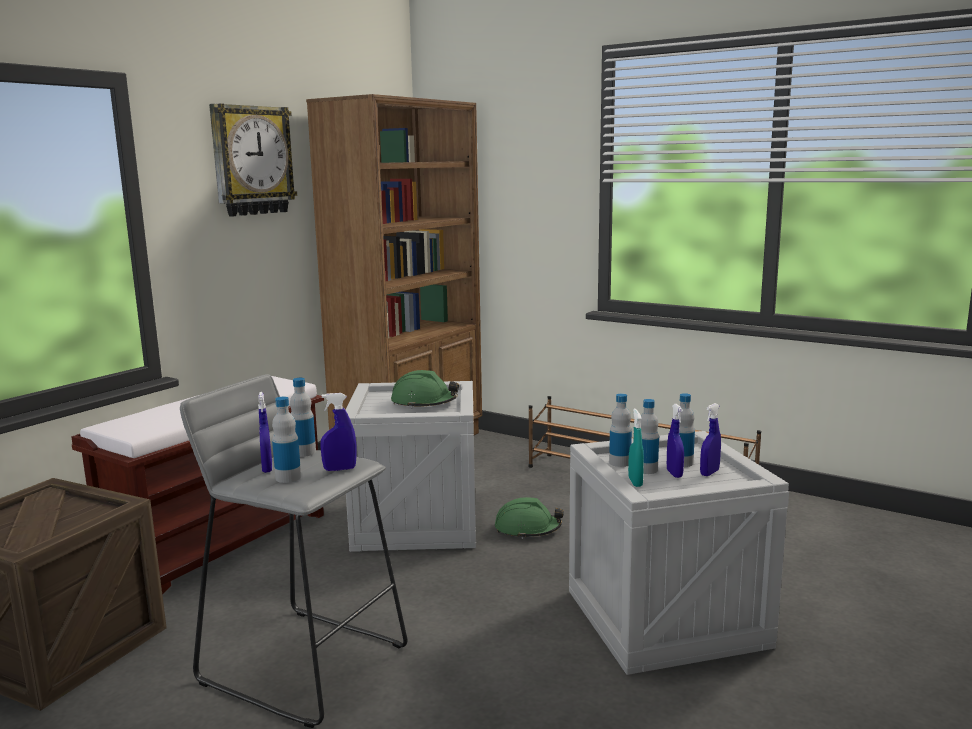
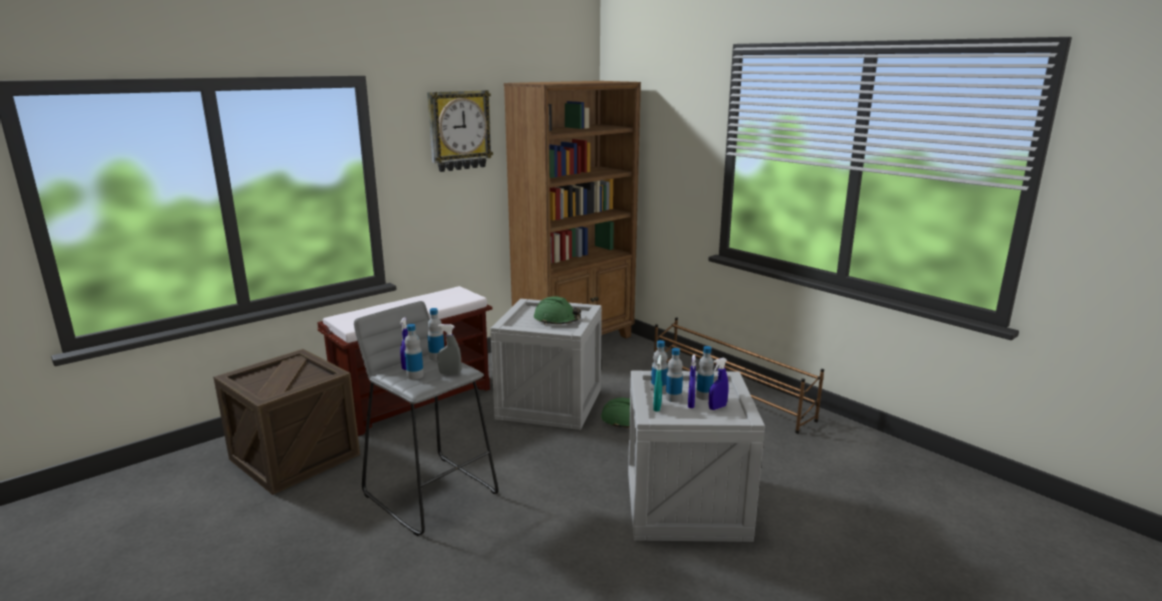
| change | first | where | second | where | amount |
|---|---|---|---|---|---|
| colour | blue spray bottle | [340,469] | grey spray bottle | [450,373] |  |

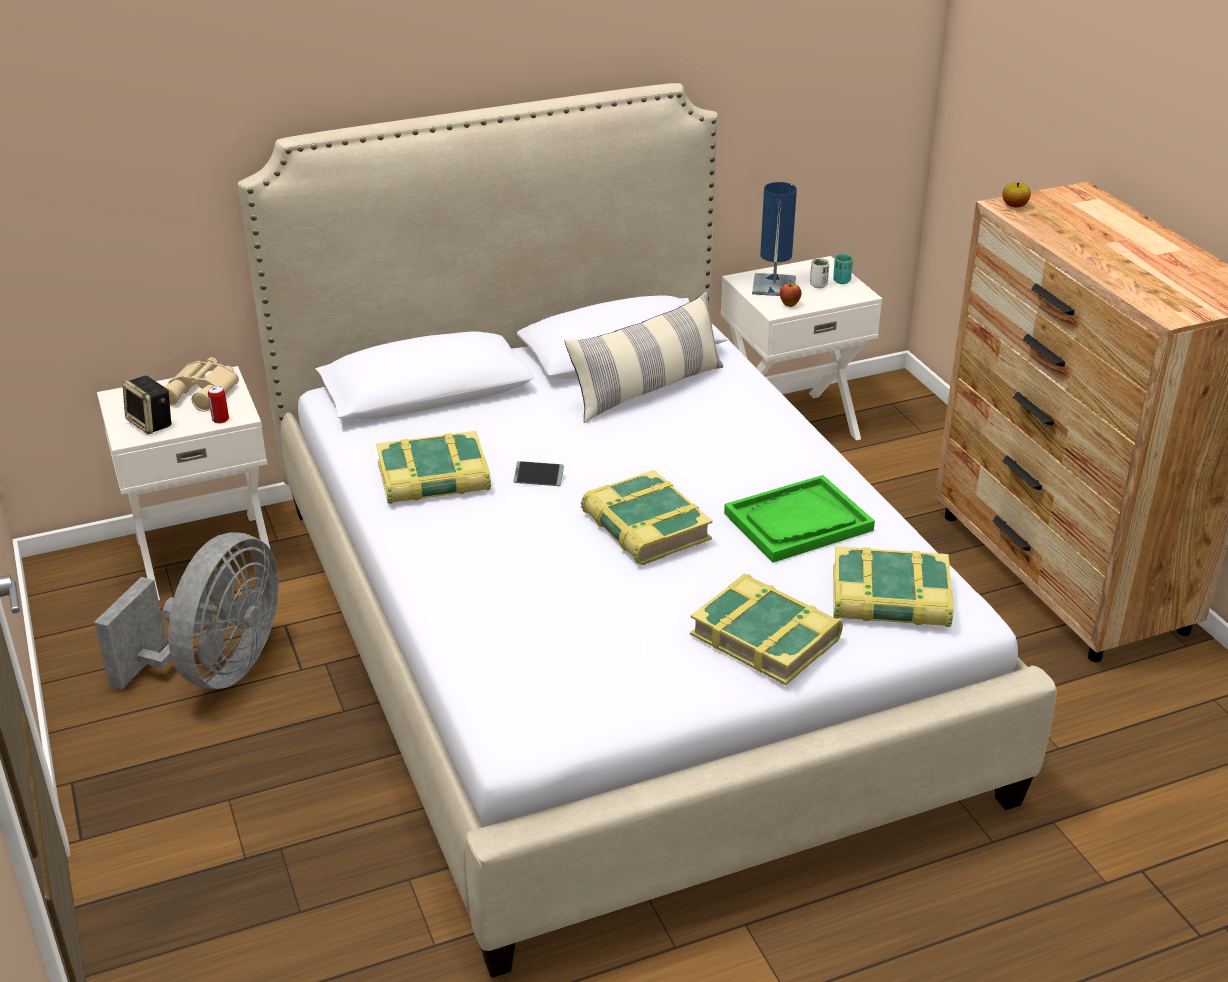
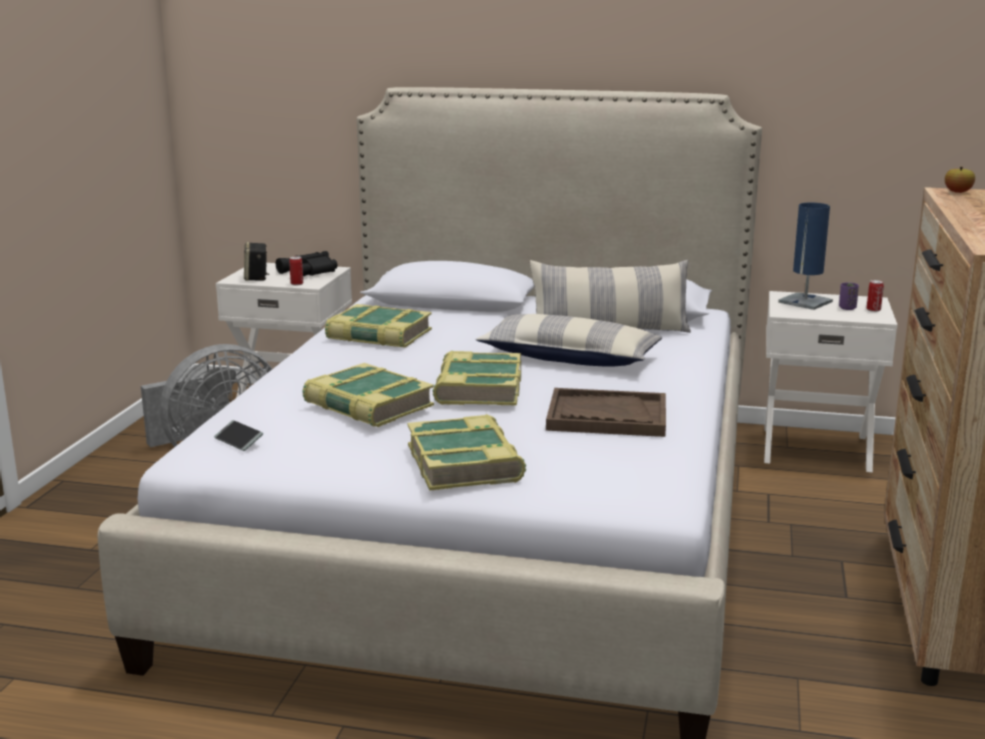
| change | first | where | second | where | amount |
|---|---|---|---|---|---|
| relocated | phone | [538,478] |  | [238,441] |  |
| colour | beige binoculars | [203,392] | black binoculars | [309,272] |  |
| relocated | book | [890,599] |  | [367,406] |  |
| appeared |  |  | pillow | [569,358] |  |
| colour | green tray | [798,522] | brown tray | [606,416] |  |
| colour | white cup | [818,285] | purple cup | [847,308] |  |
| exchanged | turquoise cup | [841,281] | can | [873,310] |  |
| missing | apple | [789,305] |  |  |  |

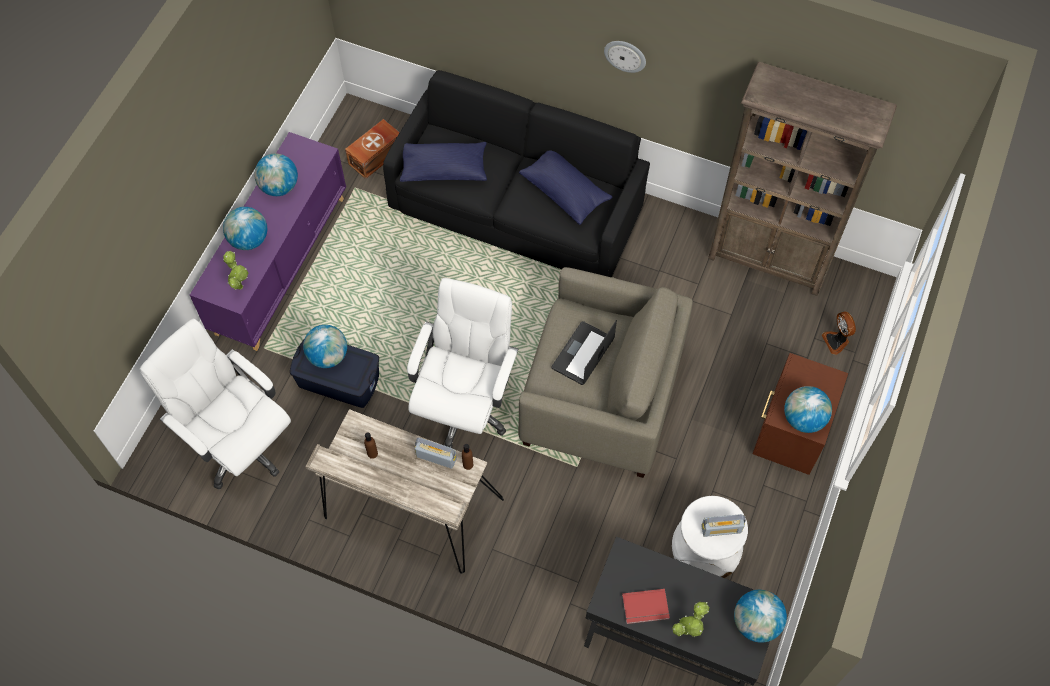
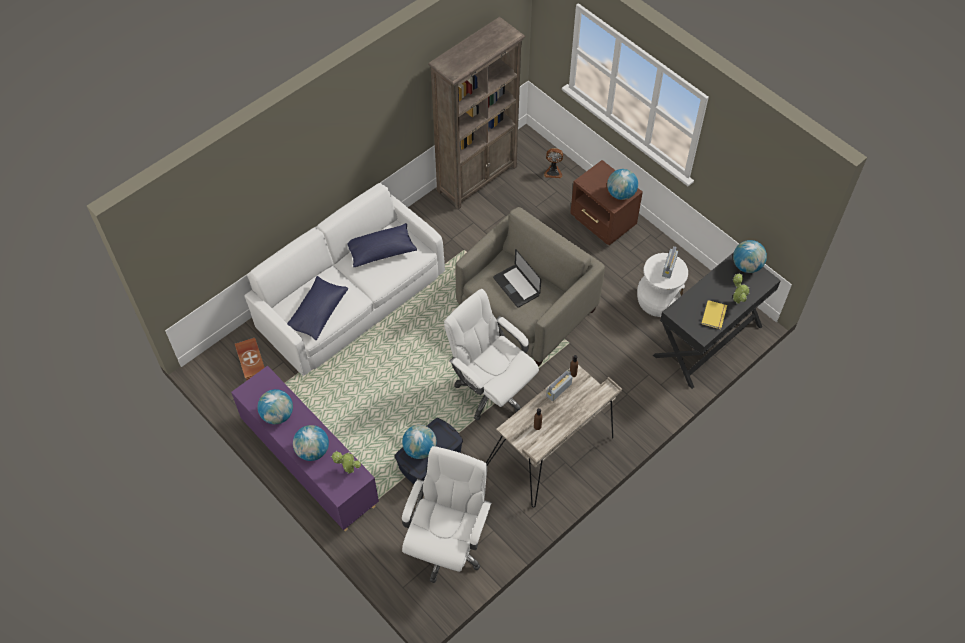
| change | first | where | second | where | amount |
|---|---|---|---|---|---|
| colour | black sofa | [517,203] | white sofa | [350,296] |  |
| spun | white office chair | [239,444] |  | [447,544] | 135 degrees clockwise |
| colour | red book | [646,608] | yellow book | [715,315] |  |
| missing | wall clock | [625,55] |  |  |  |

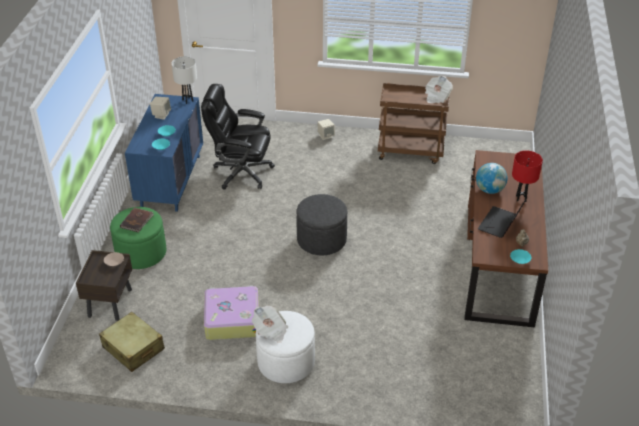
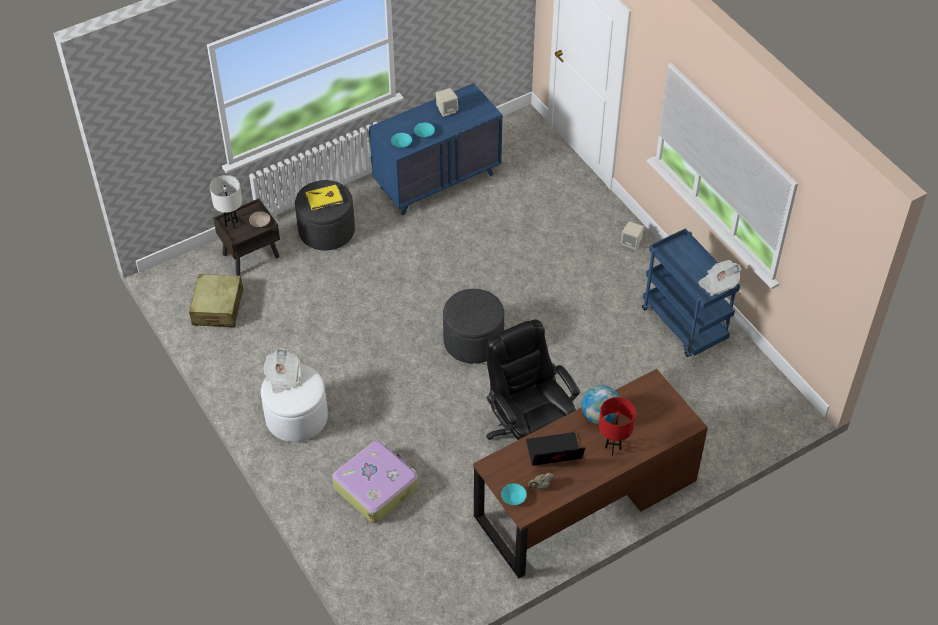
| change | first | where | second | where | amount |
|---|---|---|---|---|---|
| relocated | white table lamp | [187,100] |  | [231,224] |  |
| colour | green ottoman | [141,253] | grey ottoman | [326,231] |  |
| colour | brown book | [137,221] | yellow book | [324,199] |  |
| relocated | suitcase | [232,319] |  | [376,487] |  |
| relocated | black office chair | [241,172] |  | [529,433] |  |
| colour | brown cart | [411,151] | blue cart | [685,325] |  |

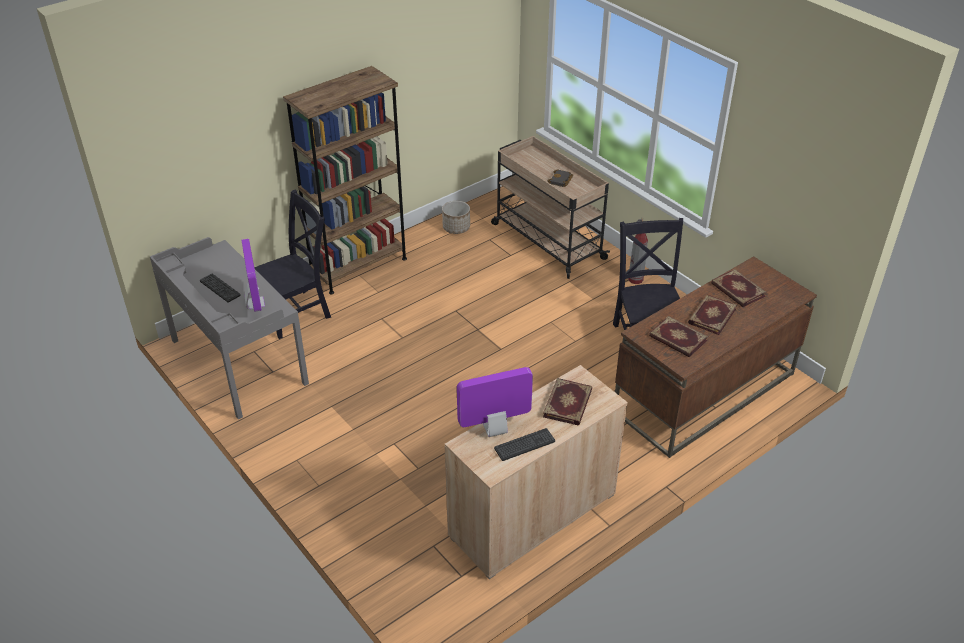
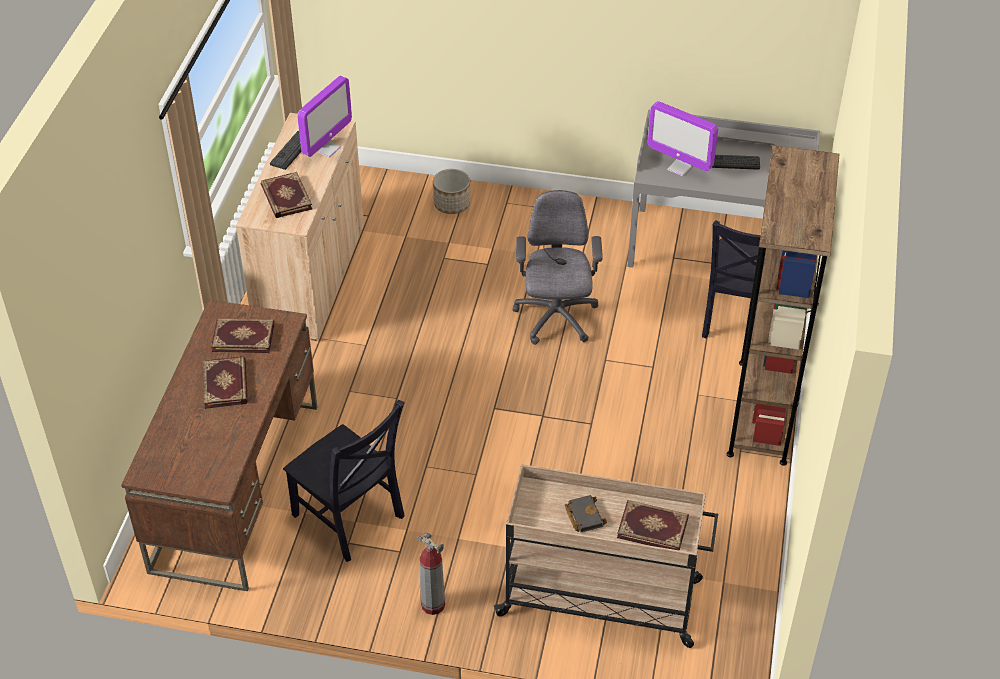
| change | first | where | second | where | amount |
|---|---|---|---|---|---|
| relocated | planter | [456,227] |  | [452,204] |  |
| appeared |  |  | grey office chair | [555,318] |  |
| relocated | book | [737,290] |  | [653,527] |  |

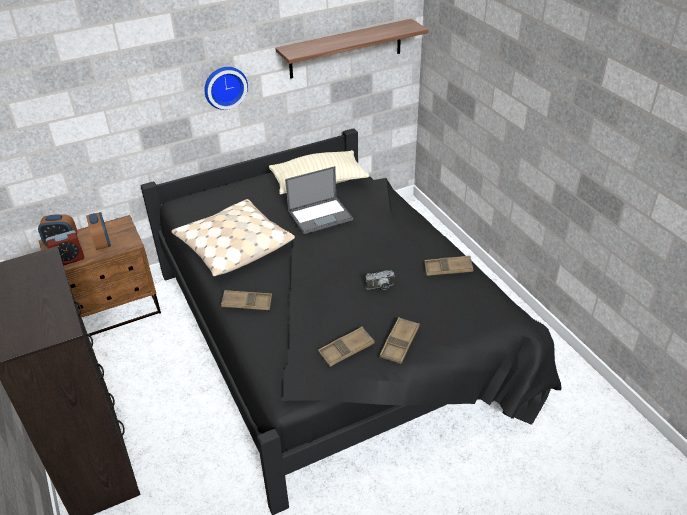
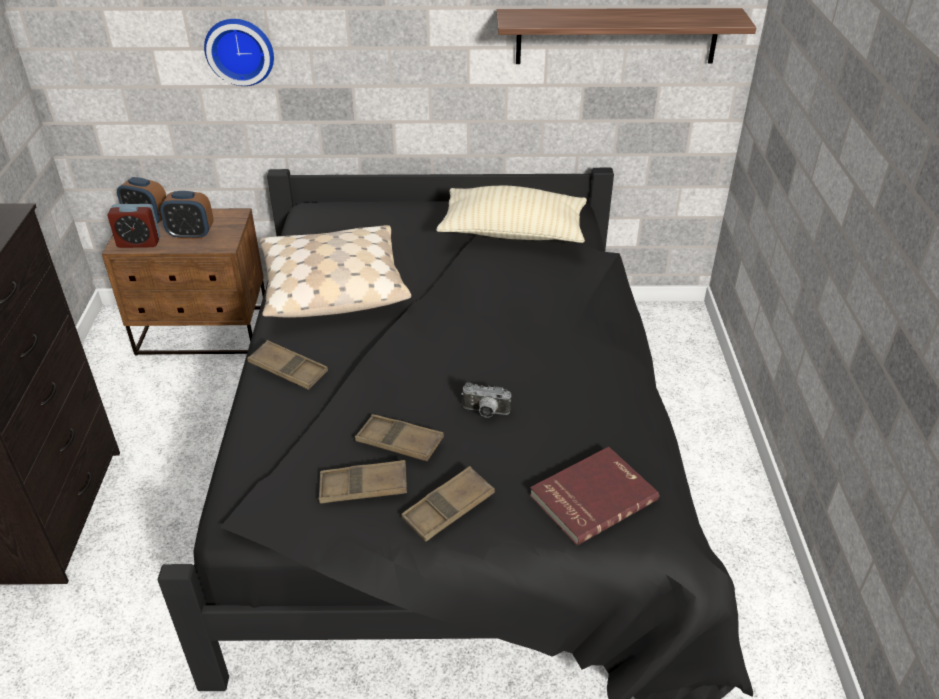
| change | first | where | second | where | amount |
|---|---|---|---|---|---|
| spun | alarm clock | [102,243] |  | [191,234] | 90 degrees clockwise |
| relocated | wall clock | [224,86] |  | [240,50] |  |
| relocated | brown tray | [448,269] |  | [399,442] |  |
| appeared |  |  | red book | [591,496] |  |
| missing | laptop | [320,215] |  |  |  |

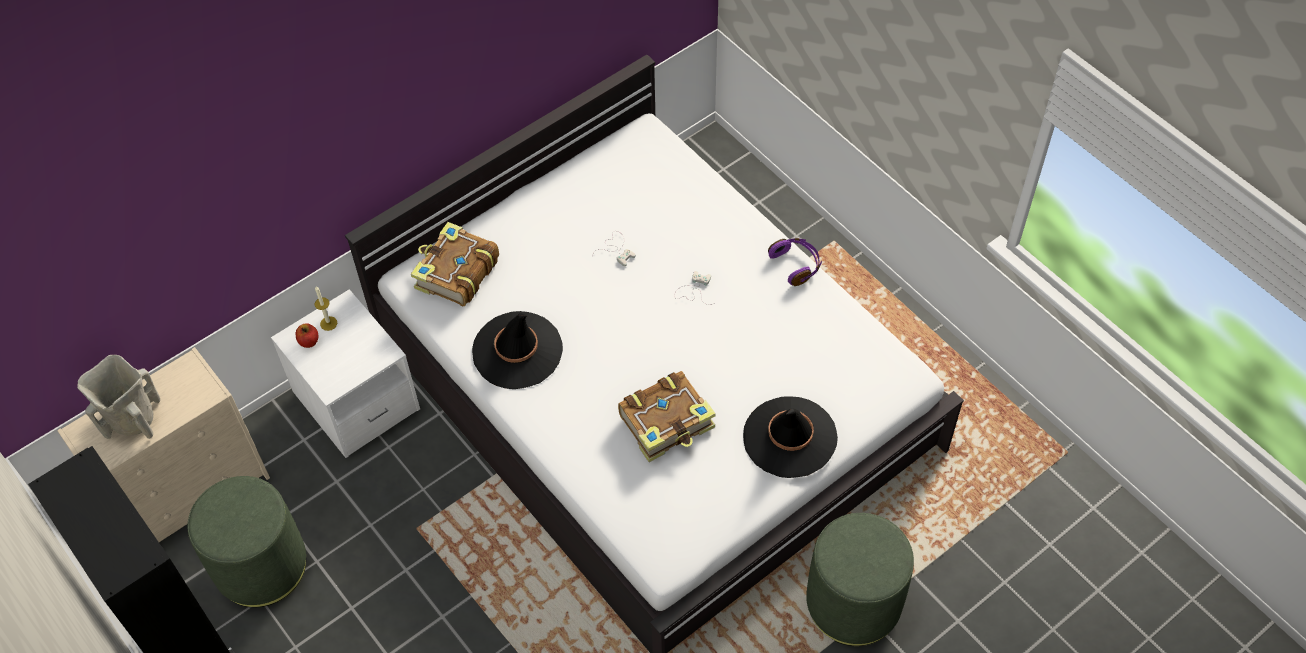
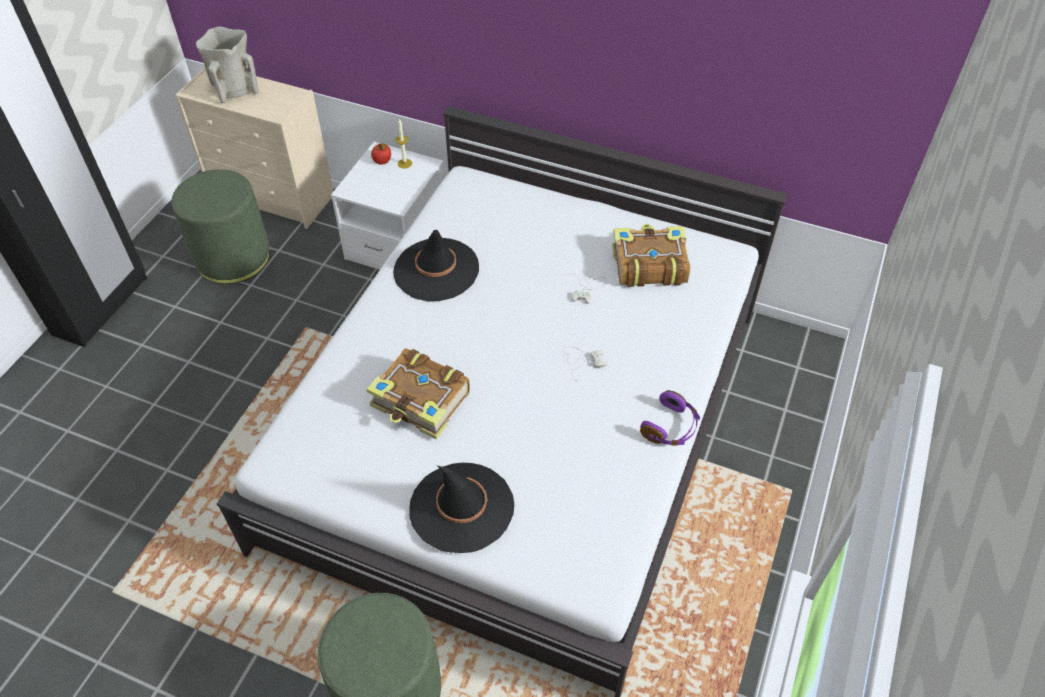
| change | first | where | second | where | amount |
|---|---|---|---|---|---|
| relocated | book | [456,273] |  | [648,265] |  |

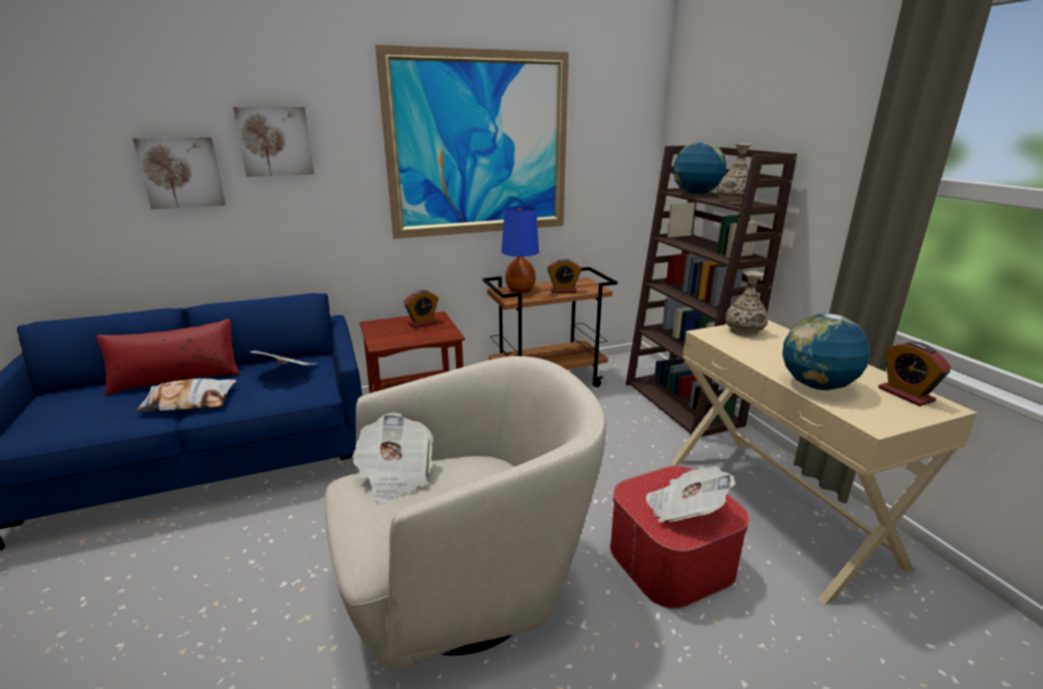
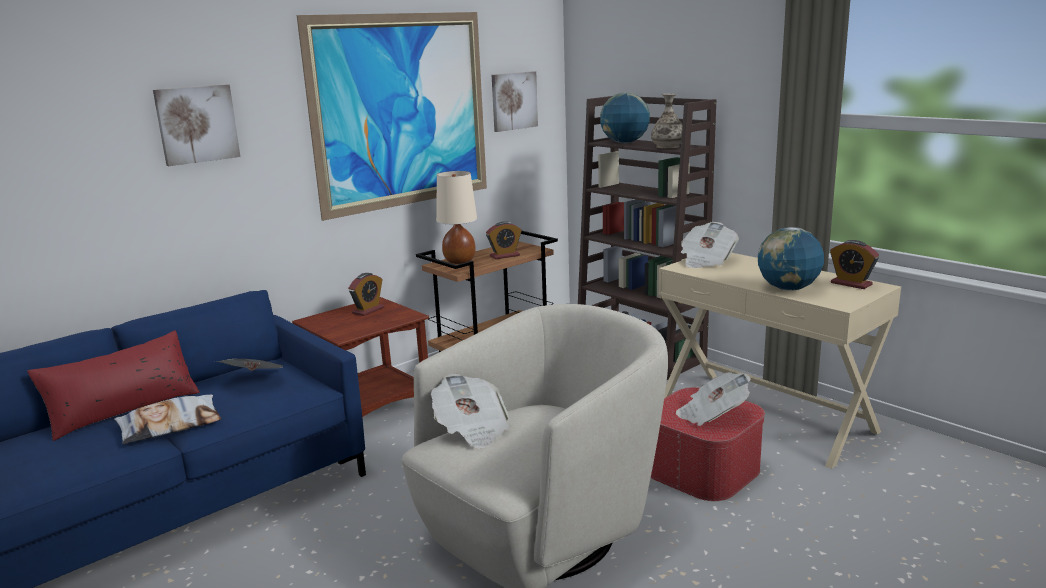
| change | first | where | second | where | amount |
|---|---|---|---|---|---|
| colour | blue table lamp | [520,290] | beige table lamp | [459,261] |  |
| relocated | picture | [181,172] |  | [513,101] |  |
| exchanged | vase | [744,331] | newspaper | [706,261] |  |

